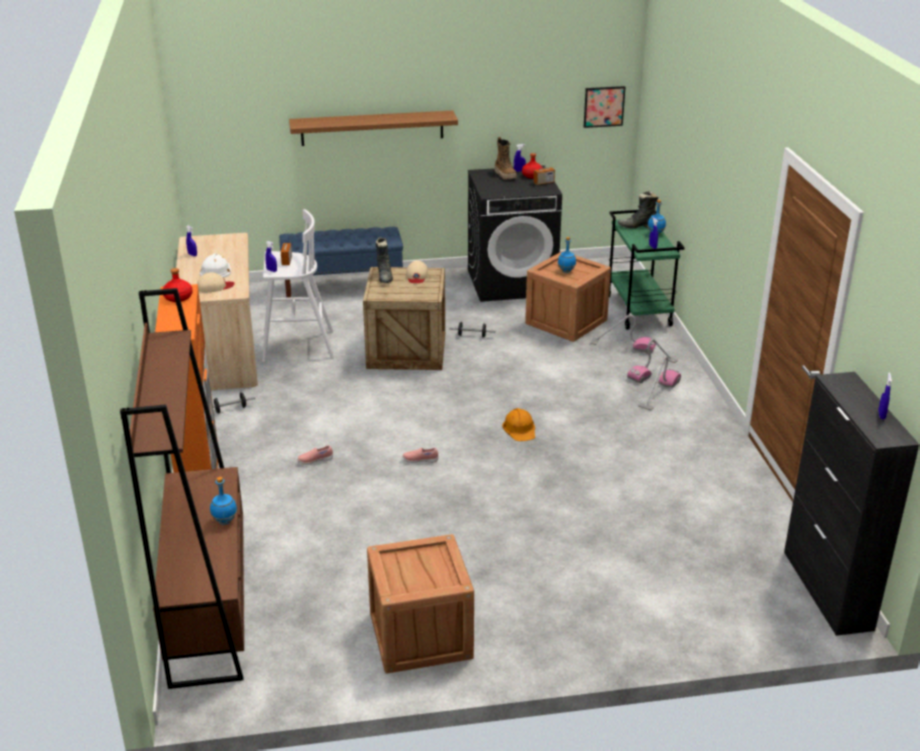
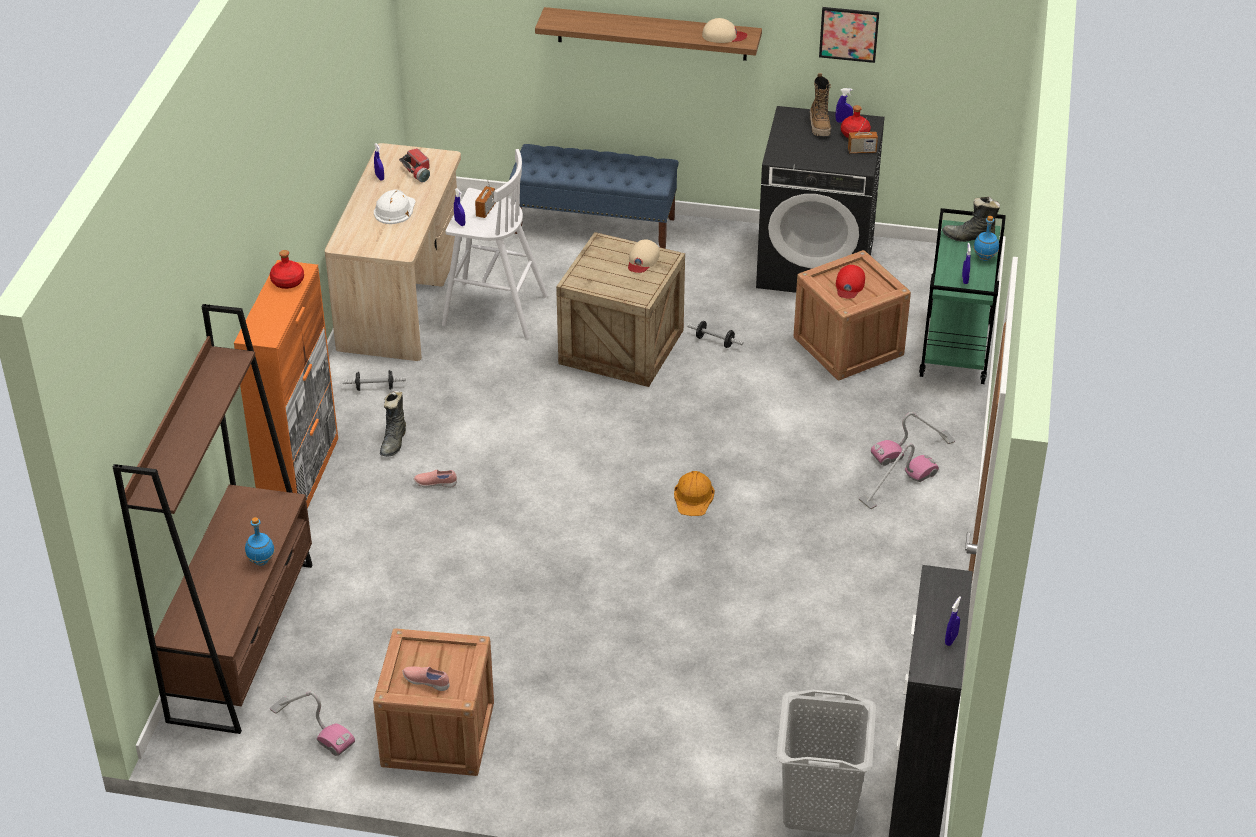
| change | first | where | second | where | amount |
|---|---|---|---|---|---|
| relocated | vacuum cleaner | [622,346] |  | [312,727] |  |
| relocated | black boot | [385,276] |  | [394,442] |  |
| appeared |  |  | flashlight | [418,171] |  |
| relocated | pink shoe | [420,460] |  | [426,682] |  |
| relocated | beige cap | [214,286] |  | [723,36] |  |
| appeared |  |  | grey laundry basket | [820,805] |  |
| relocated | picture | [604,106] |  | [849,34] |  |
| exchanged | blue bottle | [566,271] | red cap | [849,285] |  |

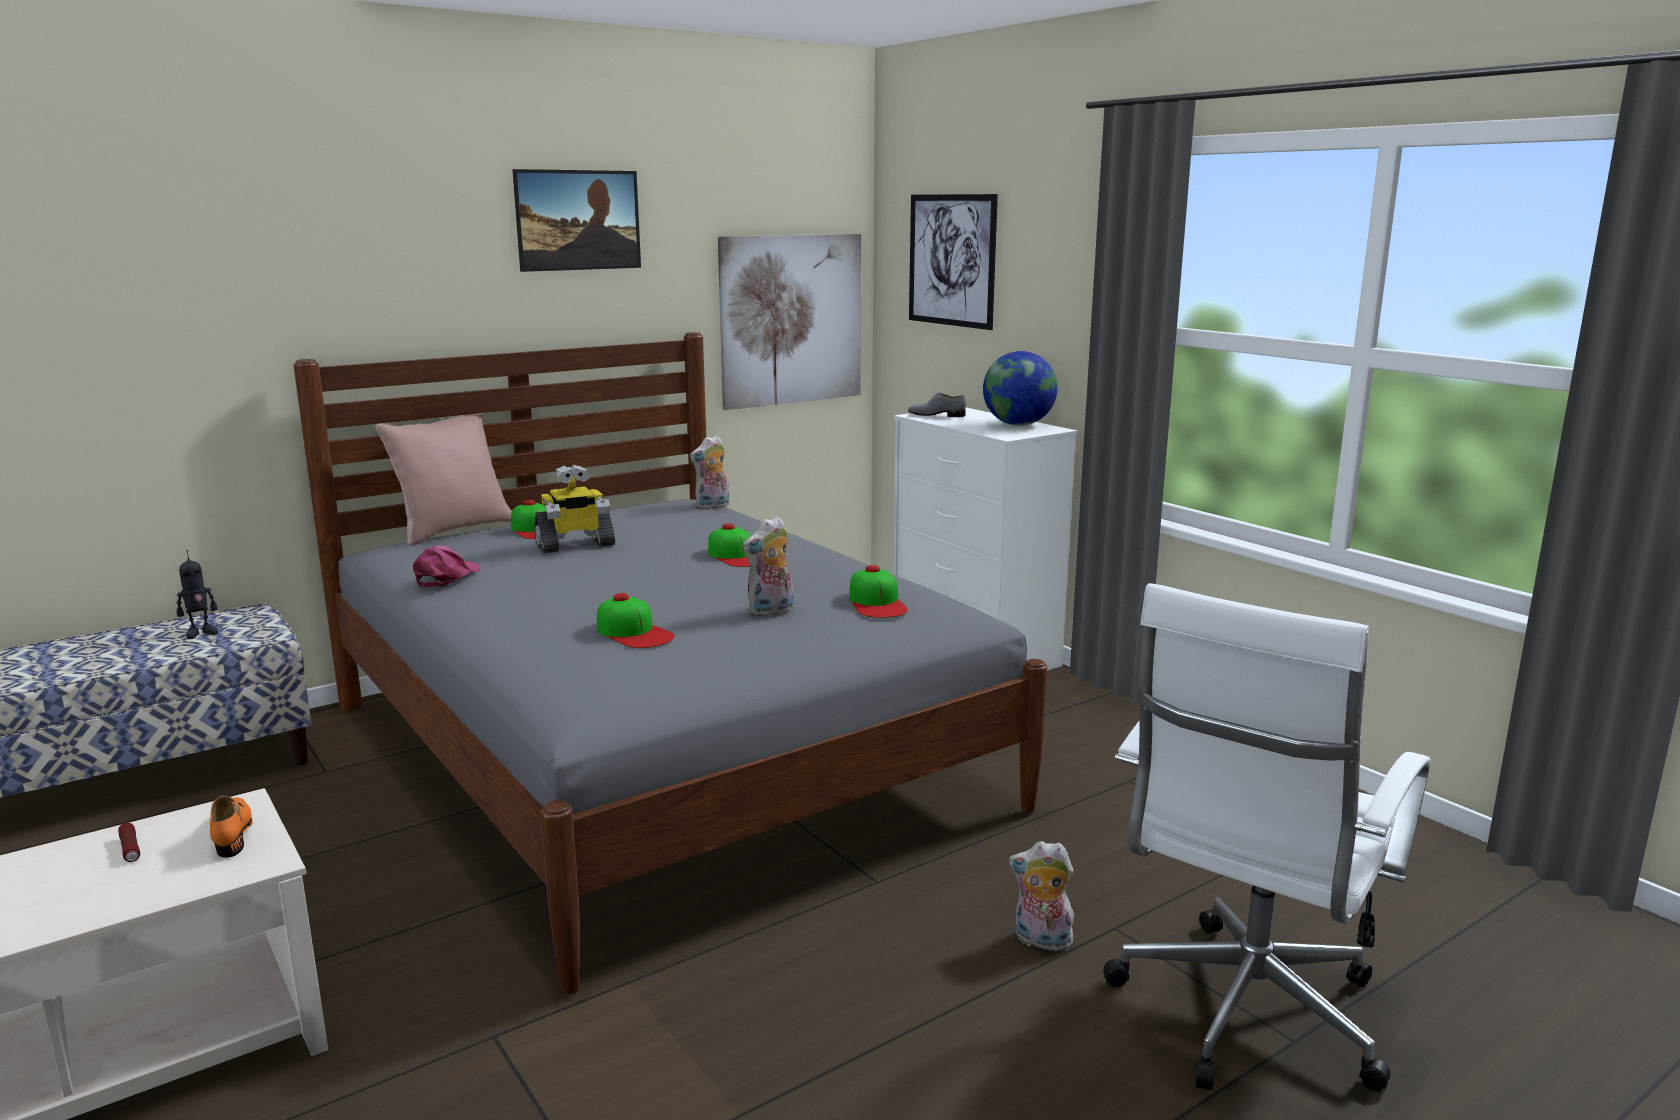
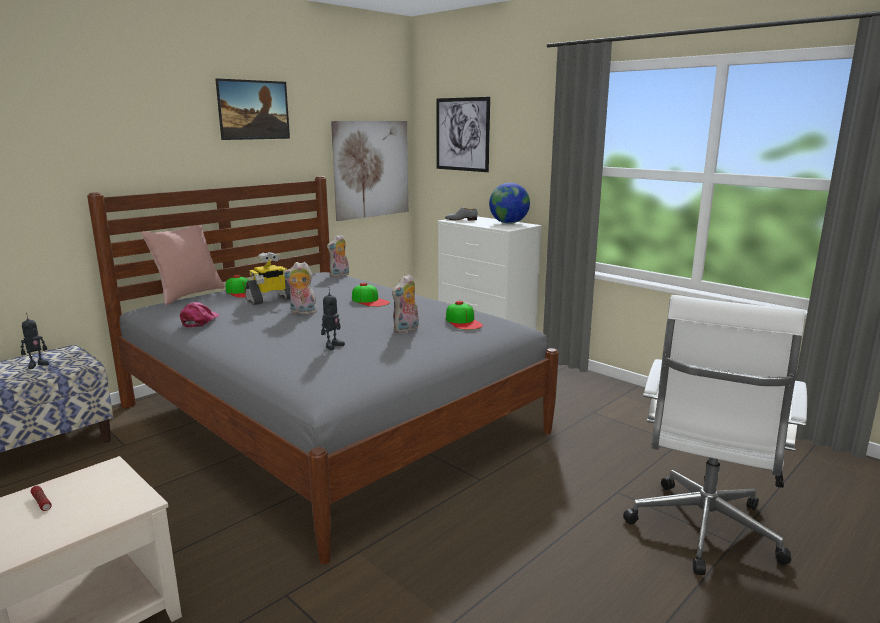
| change | first | where | second | where | amount |
|---|---|---|---|---|---|
| relocated | plush toy | [1041,941] |  | [302,312] |  |
| exchanged | cap | [634,632] | toy robot | [332,346] |  |
| missing | orange shoe | [233,833] |  |  |  |

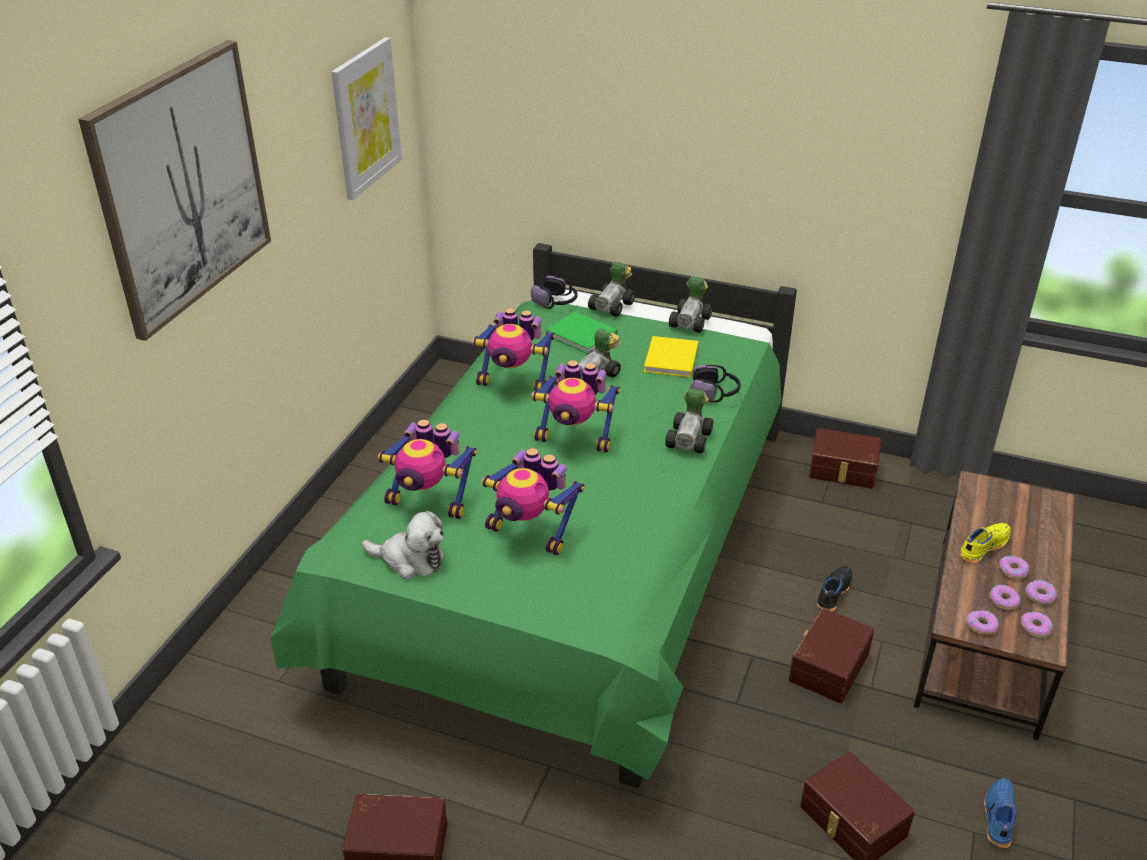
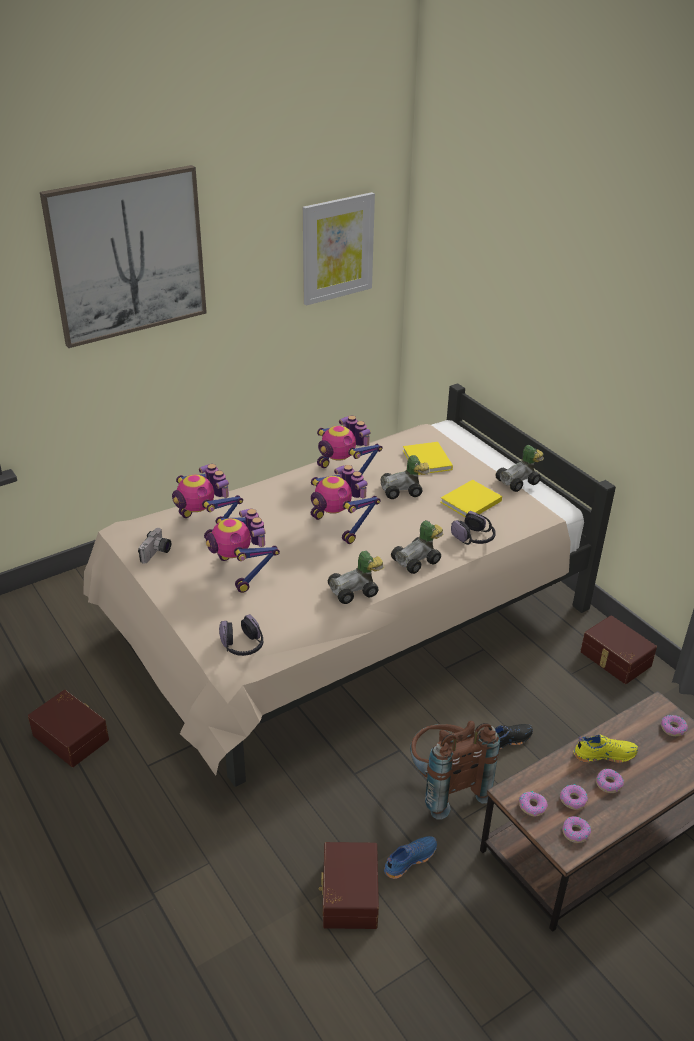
| change | first | where | second | where | amount |
|---|---|---|---|---|---|
| colour | green bed | [572,560] | beige bed | [344,624] |  |
| exchanged | plush toy | [410,559] | photo camera | [157,553] |  |
| relocated | headphones | [556,302] |  | [242,646] |  |
| relocated | toy car | [614,305] |  | [356,591] |  |
| relocated | blue shoe | [997,817] |  | [409,859] |  |
| colour | green book | [583,335] | yellow book | [427,461] |  |
| exchanged | brown storage box | [827,666] | brown backpack | [445,786] |  |
| relocated | donut | [1040,596] |  | [673,728] |  |

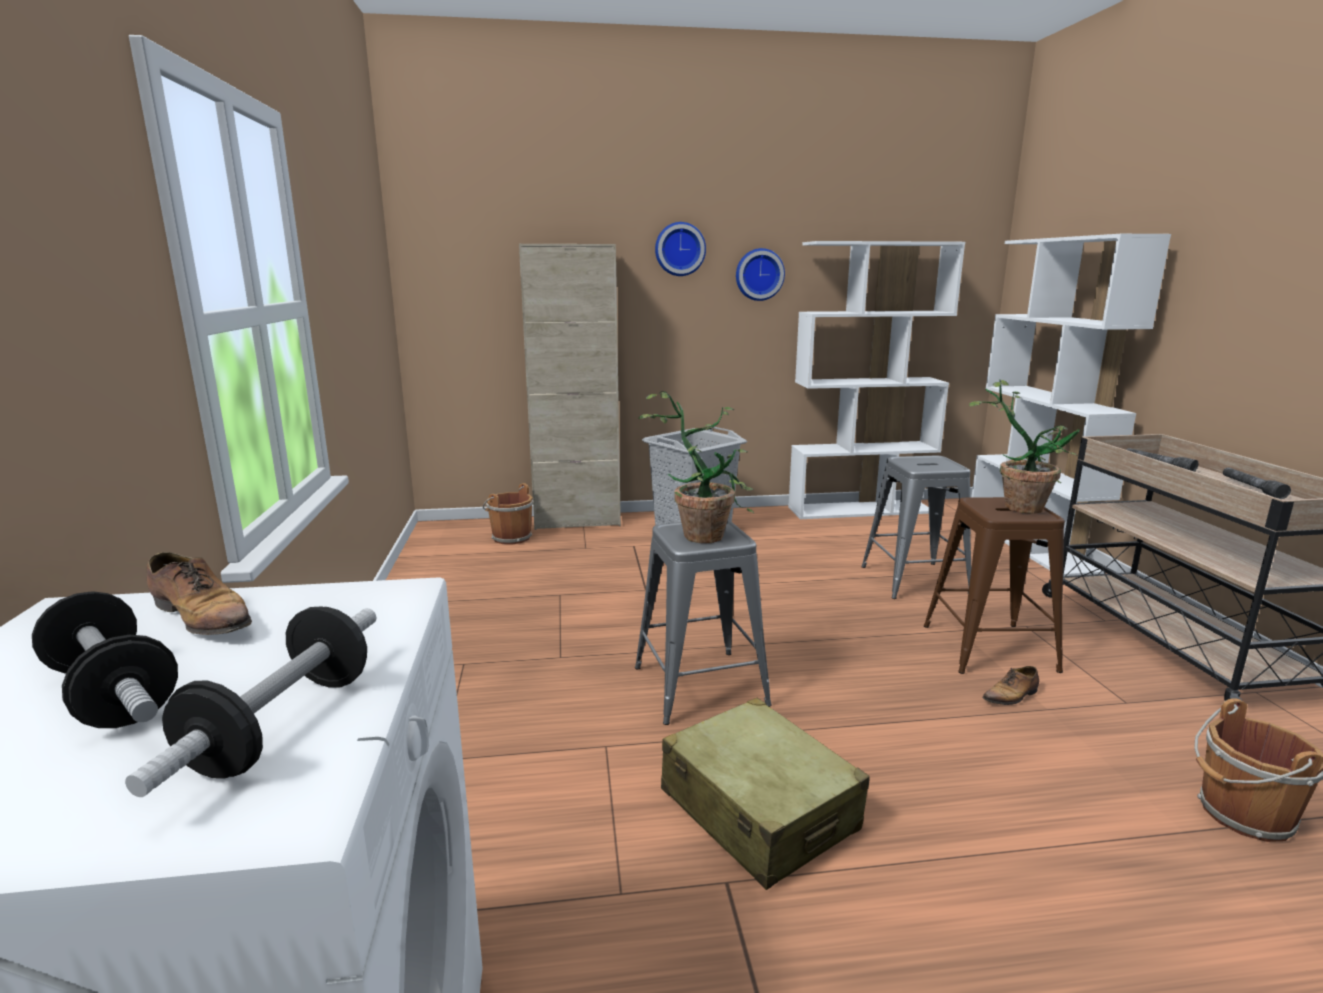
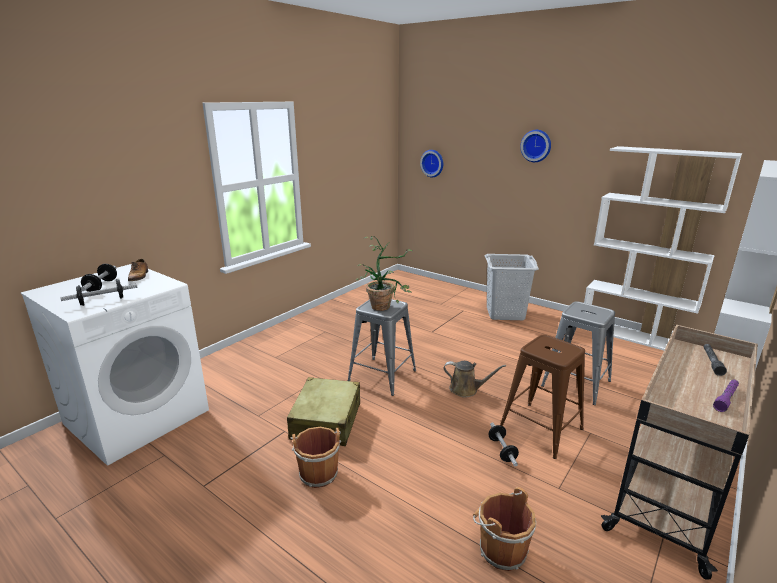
| change | first | where | second | where | amount |
|---|---|---|---|---|---|
| relocated | brown bucket | [510,537] |  | [318,472] |  |
| relocated | wall clock | [759,274] |  | [433,163] |  |
| appeared |  |  | brown watering can | [466,390] |  |
| exchanged | shoe | [1011,696] | dumbbell | [502,450] |  |
| colour | grey flashlight | [1251,488] | purple flashlight | [726,398] |  |
| missing | beige cabinet | [577,521] |  |  |  |
| missing | potted plant | [1016,505] |  |  |  |

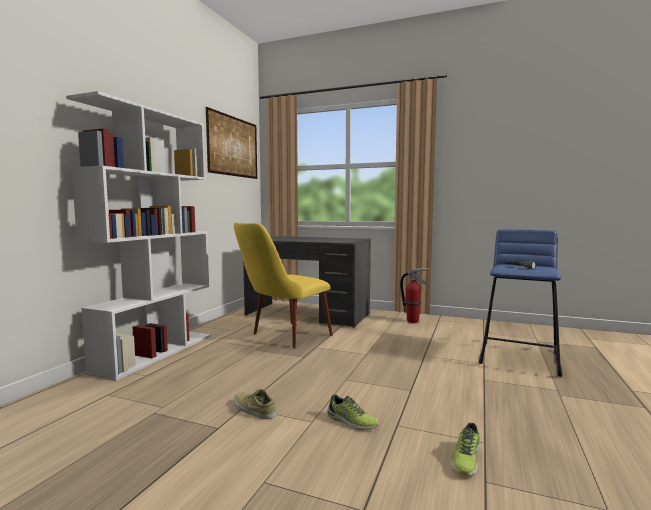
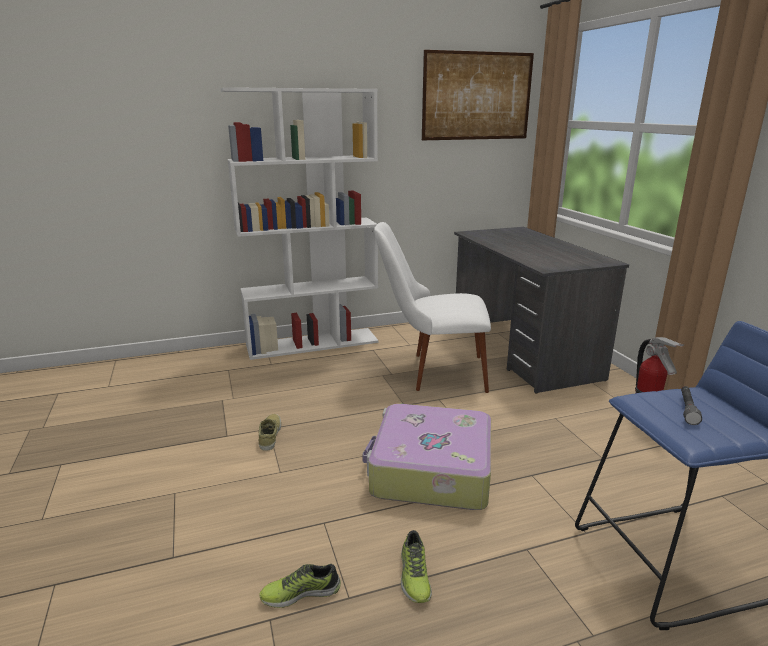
| change | first | where | second | where | amount |
|---|---|---|---|---|---|
| appeared |  |  | suitcase | [430,471] |  |
| colour | yellow chair | [282,337] | white chair | [432,372] |  |
| relocated | shoe | [351,422] |  | [414,576] |  |

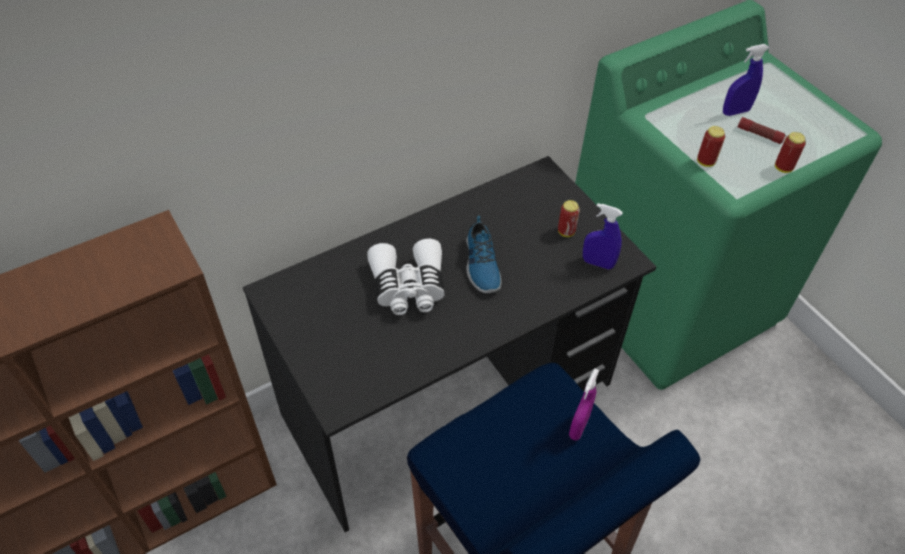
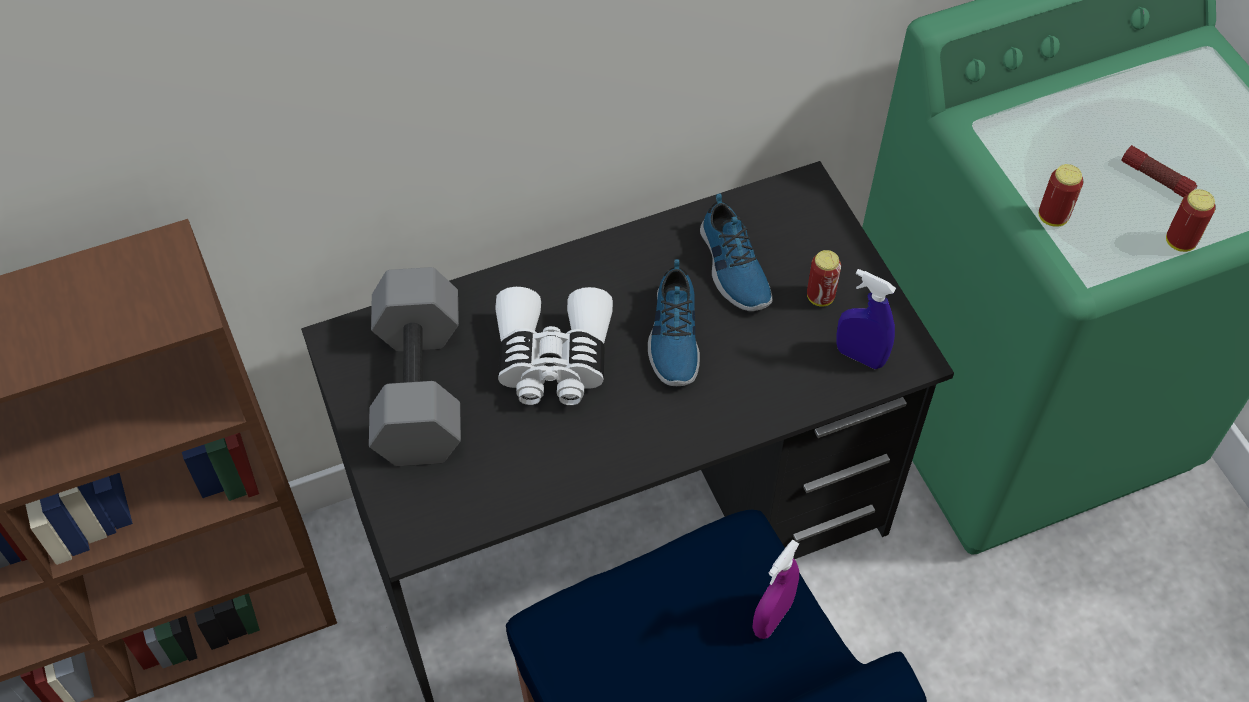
| change | first | where | second | where | amount |
|---|---|---|---|---|---|
| appeared |  |  | grey dumbbell | [422,389] |  |
| appeared |  |  | shoe | [732,267] |  |
| missing | blue spray bottle | [735,112] |  |  |  |

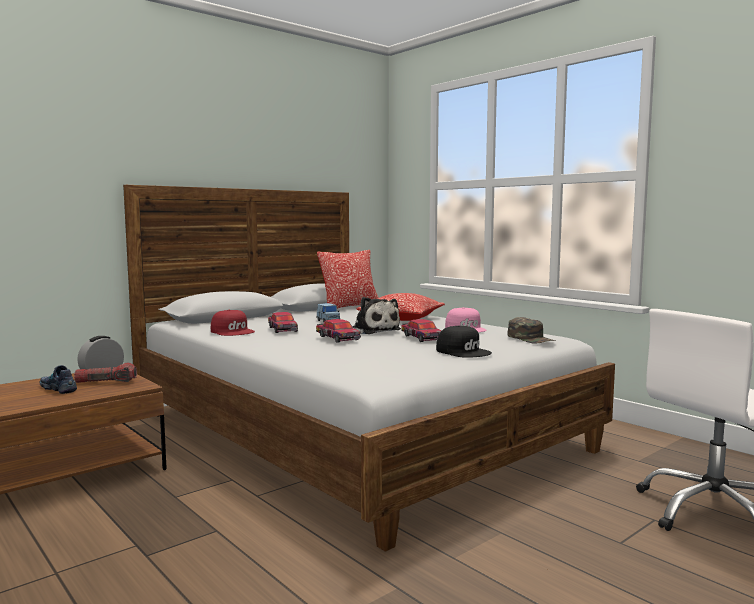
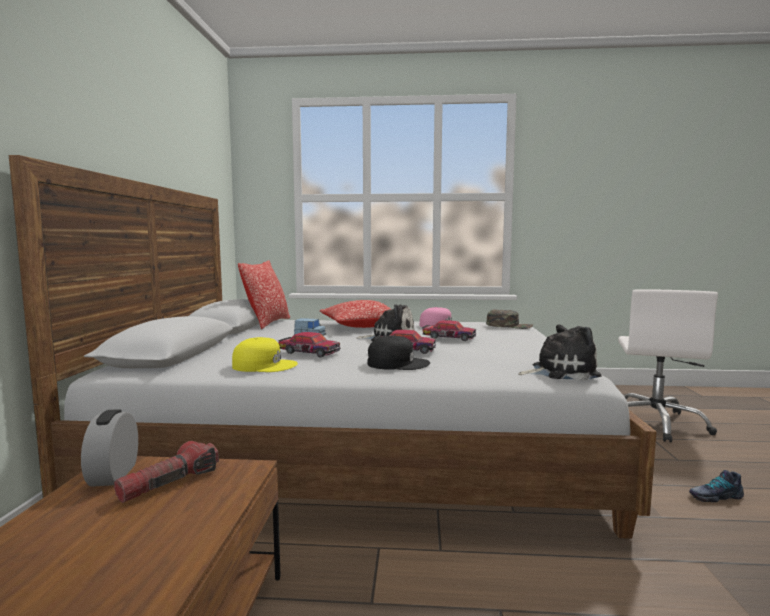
| change | first | where | second | where | amount |
|---|---|---|---|---|---|
| colour | red cap | [233,331] | yellow cap | [264,365] |  |
| relocated | black cap | [463,351] |  | [397,363] |  |
| appeared |  |  | plush toy | [560,372] |  |
| relocated | shoe | [59,388] |  | [714,496] |  |

